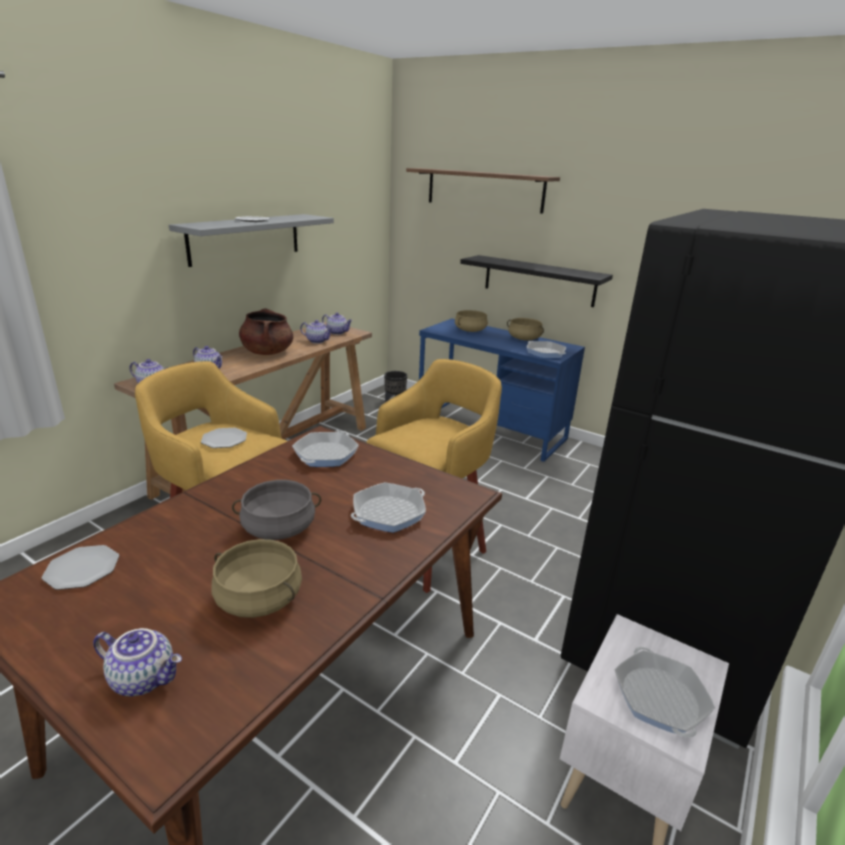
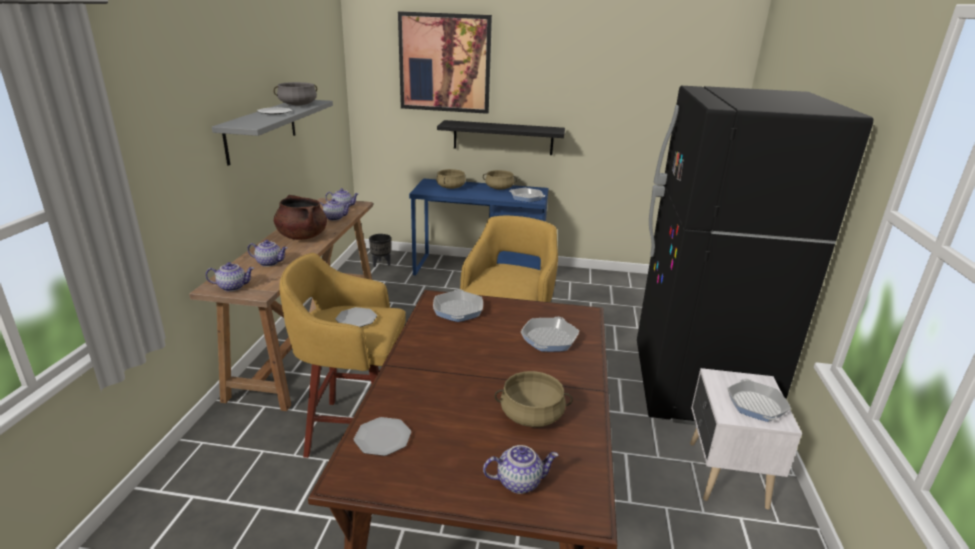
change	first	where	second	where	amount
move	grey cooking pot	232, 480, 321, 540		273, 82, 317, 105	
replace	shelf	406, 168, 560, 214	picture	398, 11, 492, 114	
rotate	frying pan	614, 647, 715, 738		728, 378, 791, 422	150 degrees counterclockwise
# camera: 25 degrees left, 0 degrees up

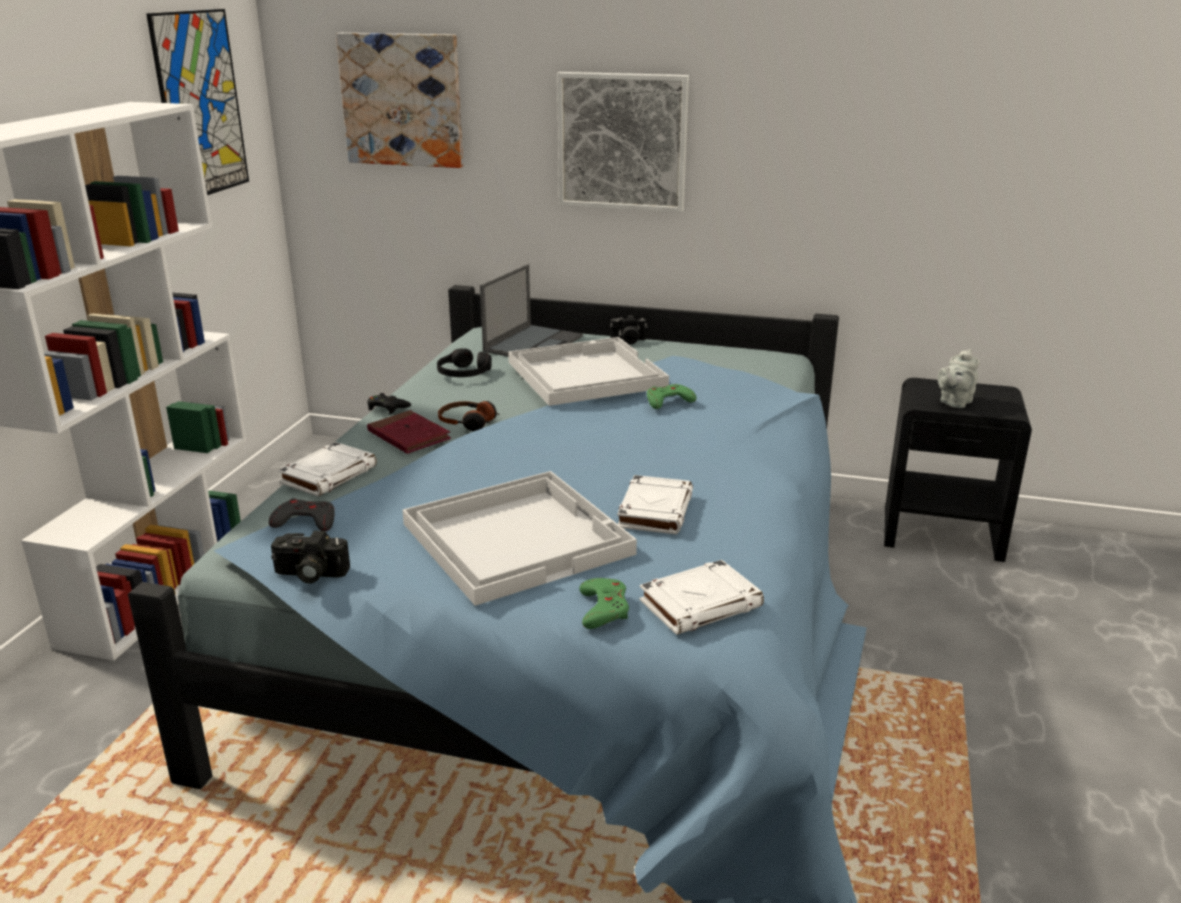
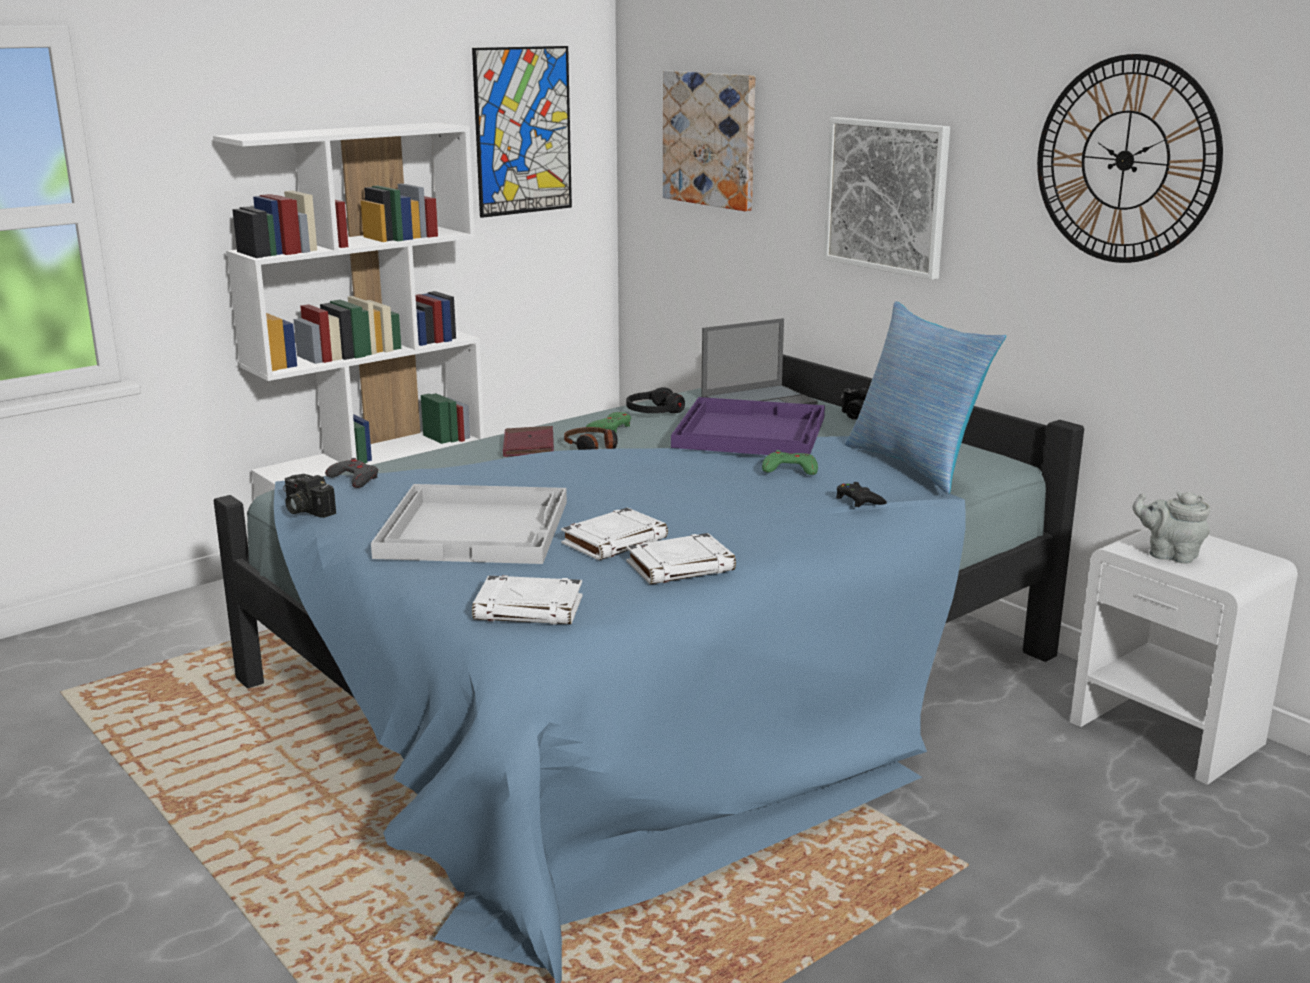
change	first	where	second	where	amount
move	white book	278, 442, 377, 497		626, 533, 736, 584	
move	black game controller	367, 393, 411, 414		836, 482, 887, 507	
recolor	white tray	508, 337, 669, 406	purple tray	671, 397, 825, 455	
move	green game controller	579, 578, 629, 629		586, 412, 631, 433	
recolor	black nightstand	884, 378, 1032, 562	white nightstand	1070, 528, 1298, 785	
rotate	grey teapot	937, 349, 980, 408		1133, 492, 1210, 564	45 degrees clockwise
insert			pillow	845, 301, 1006, 494	
insert			wall clock	1037, 54, 1223, 263	
# camera: 35 degrees right, 5 degrees down

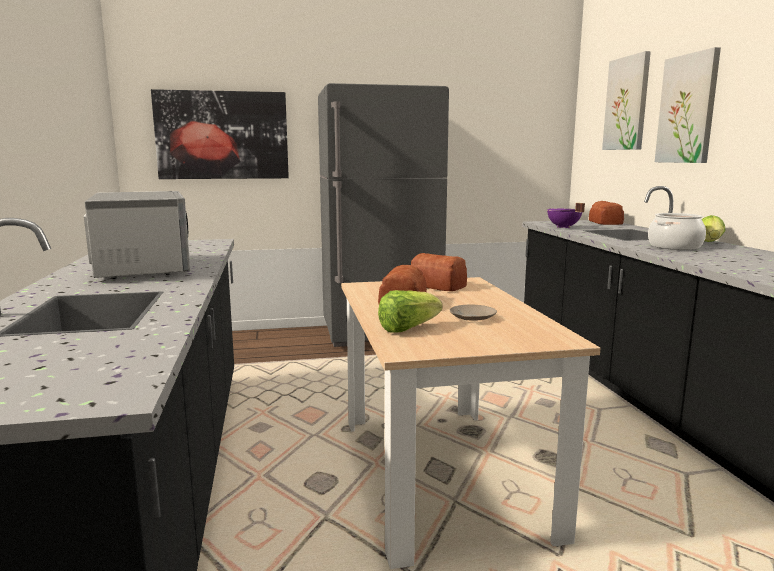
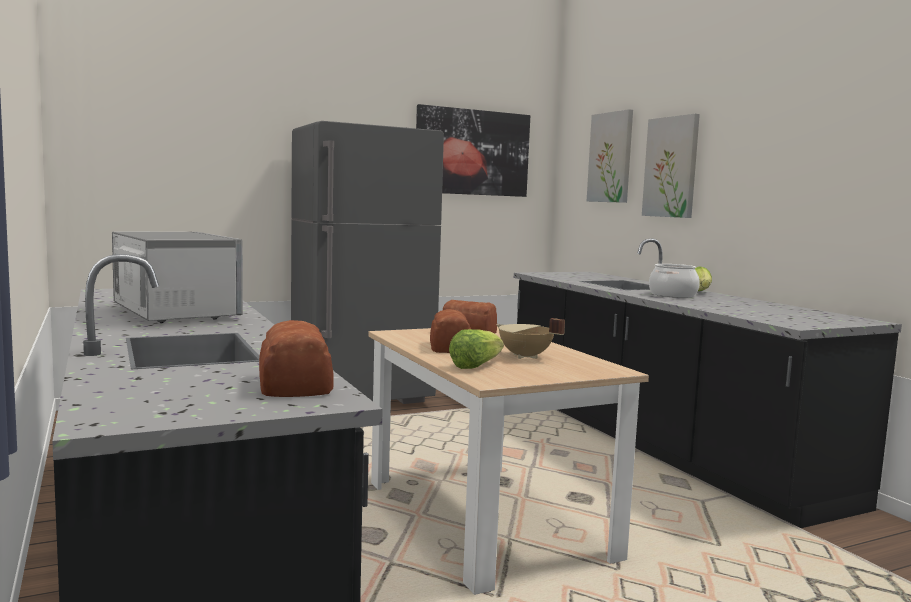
change	first	where	second	where	amount
move	picture	151, 89, 289, 179		416, 104, 530, 197	
replace	beige plate	449, 305, 497, 321	beige cooking pot	496, 318, 565, 359	
delete	purple cooking pot	547, 203, 585, 228			
move	bread	589, 201, 624, 225		259, 320, 333, 397	
# camera: 15 degrees left, 5 degrees down

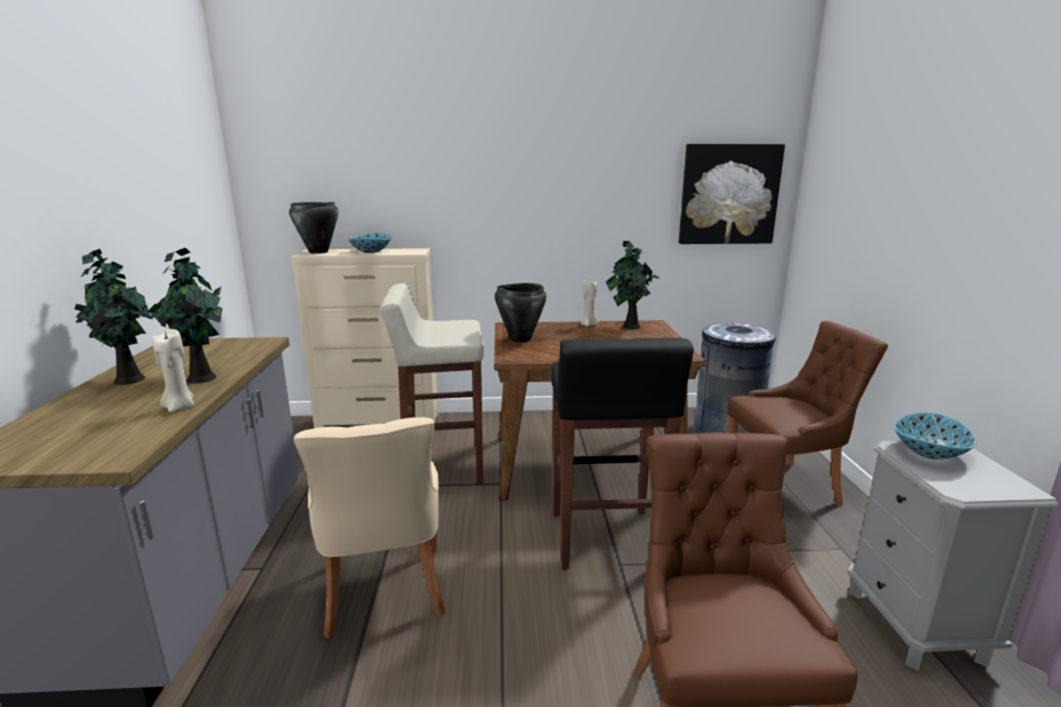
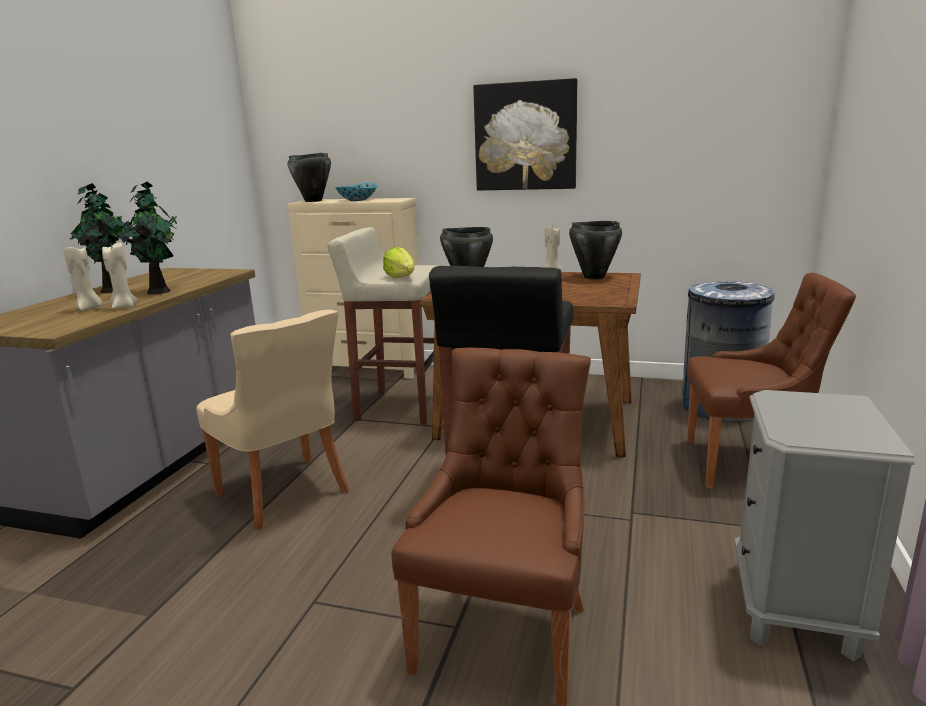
change	first	where	second	where	amount
rotate	beige chair	294, 417, 446, 639		196, 310, 349, 530	45 degrees counterclockwise
replace	potted plant	606, 240, 659, 330	black cooking pot	569, 221, 622, 280	
move	picture	679, 144, 785, 244		473, 78, 578, 191	
delete	bowl	894, 412, 976, 459			
insert			beige candle	63, 244, 103, 311	
insert			lettuce	383, 247, 414, 278	
# camera: 20 degrees right, 0 degrees up

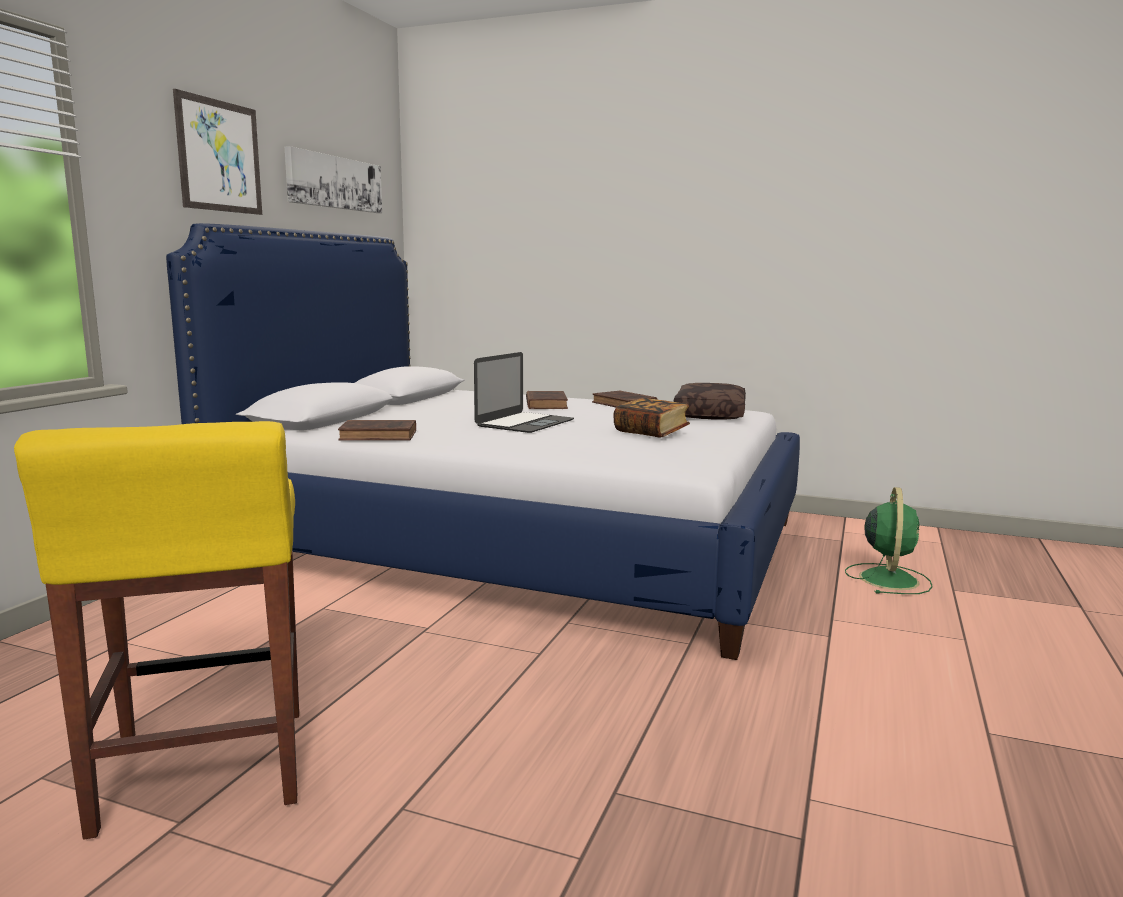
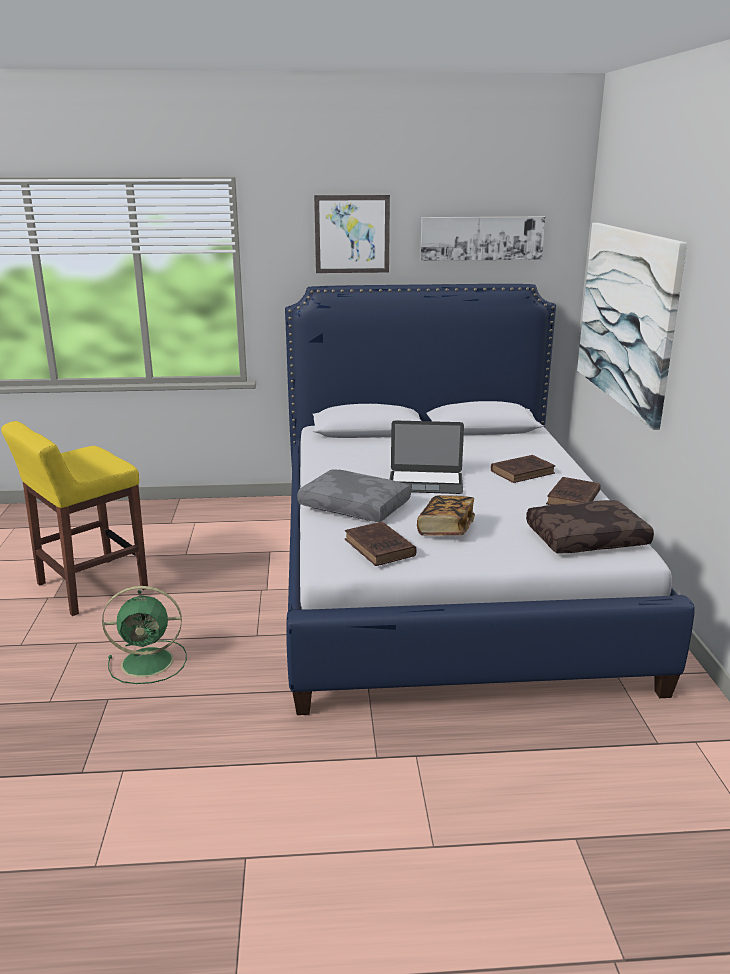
change	first	where	second	where	amount
move	brown book	338, 420, 416, 441		345, 521, 417, 566	
move	green fan	845, 487, 933, 594		102, 586, 187, 684	
insert			grey pillow	297, 469, 411, 522	
insert			picture	577, 223, 687, 430	
# camera: 65 degrees right, 10 degrees up

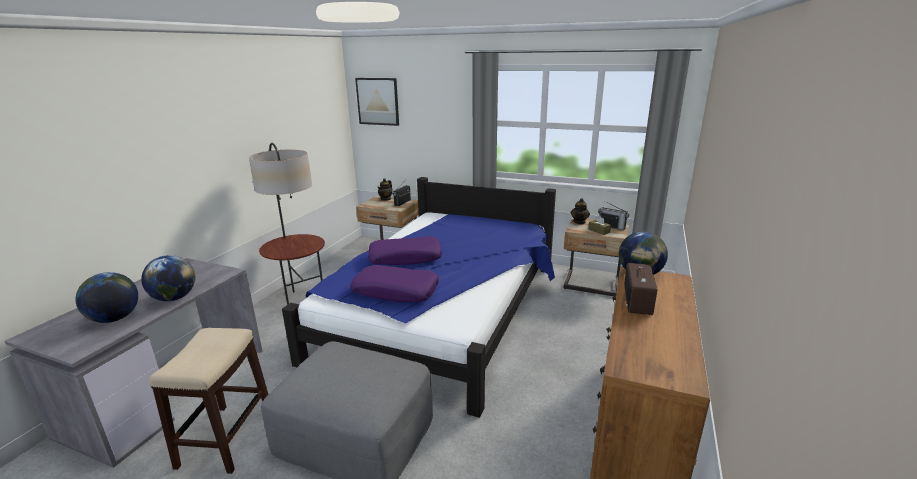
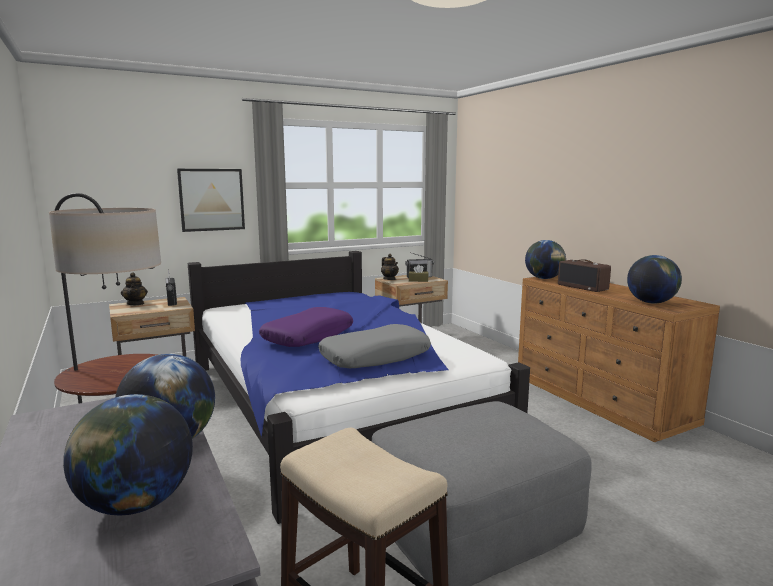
change	first	where	second	where	amount
recolor	purple pillow	351, 265, 439, 302	grey pillow	318, 324, 431, 368	
move	picture	355, 78, 399, 126		177, 169, 245, 232	
insert			globe	627, 255, 682, 304	
# camera: 50 degrees left, 10 degrees down

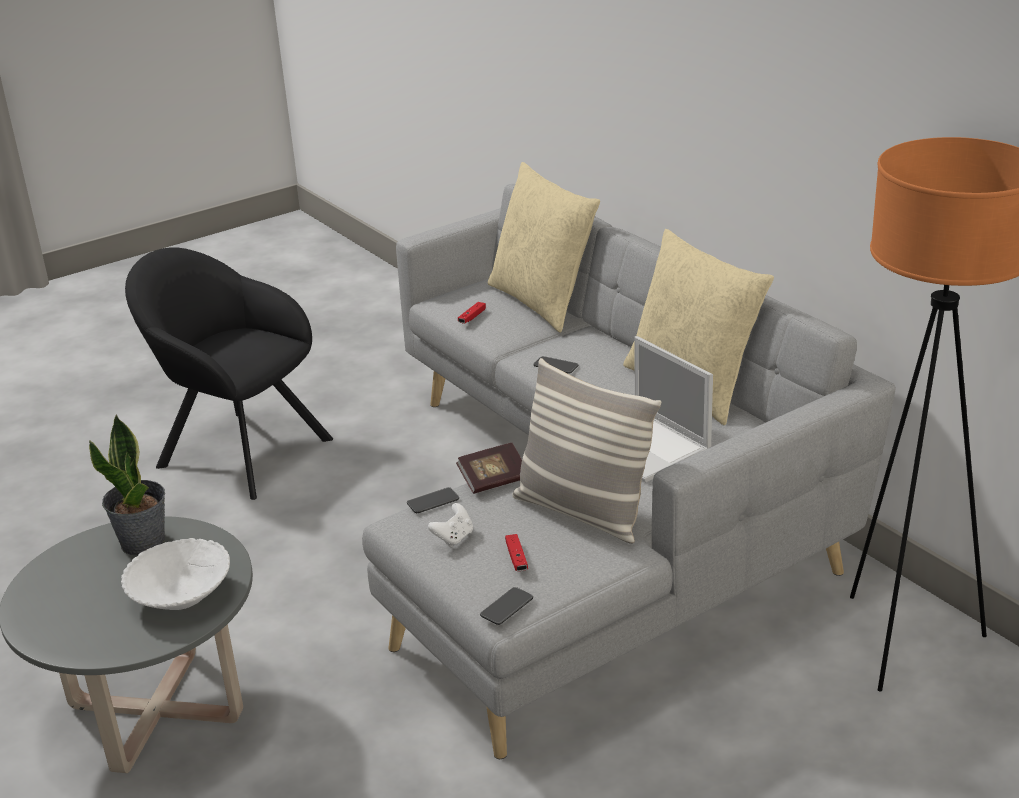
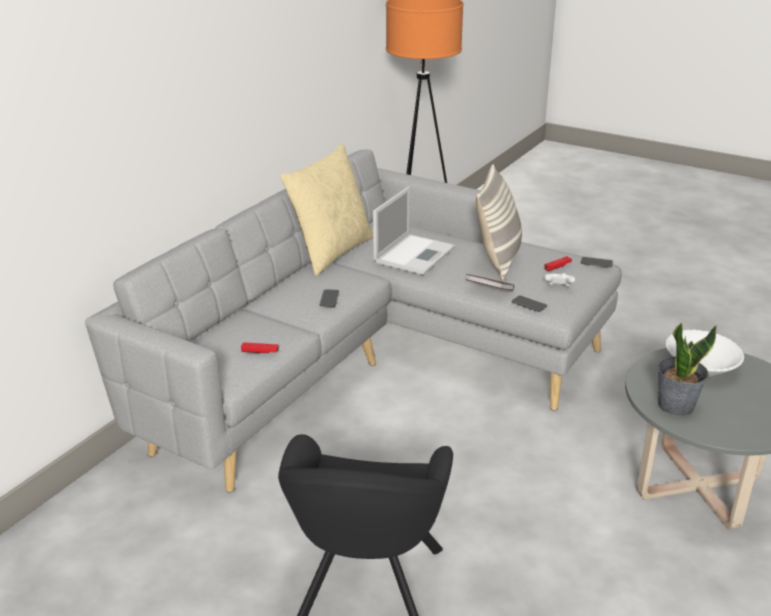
change	first	where	second	where	amount
delete	beige pillow	488, 162, 600, 332			
# camera: 115 degrees left, 0 degrees up

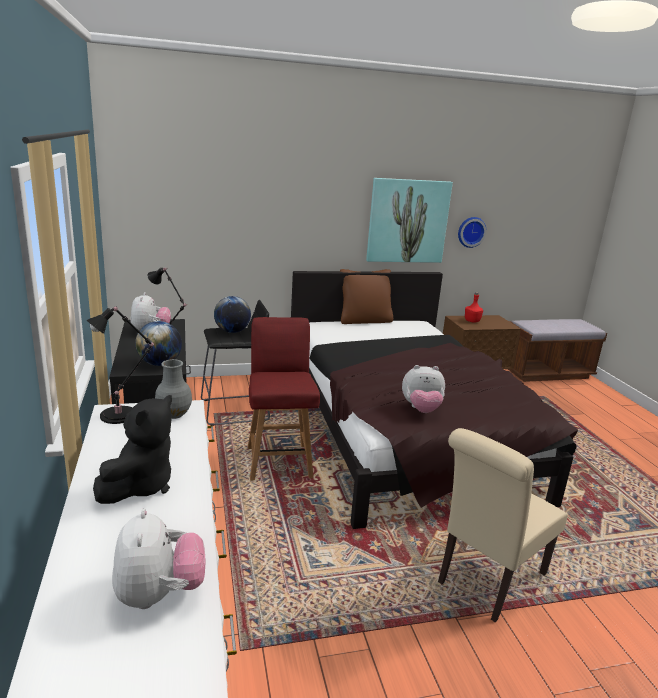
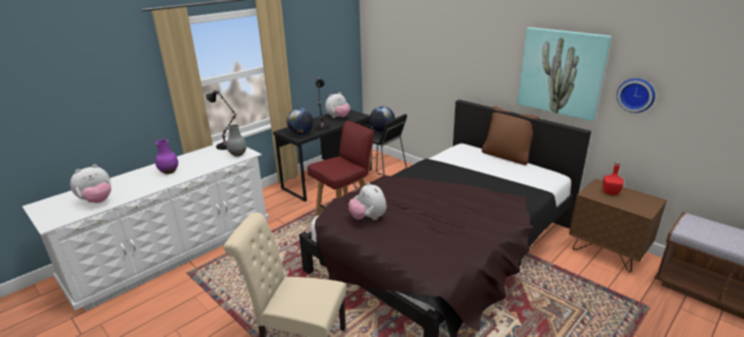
change	first	where	second	where	amount
replace	black plush toy	93, 395, 172, 504	purple vase	155, 140, 178, 174	
# camera: 60 degrees right, 5 degrees up

